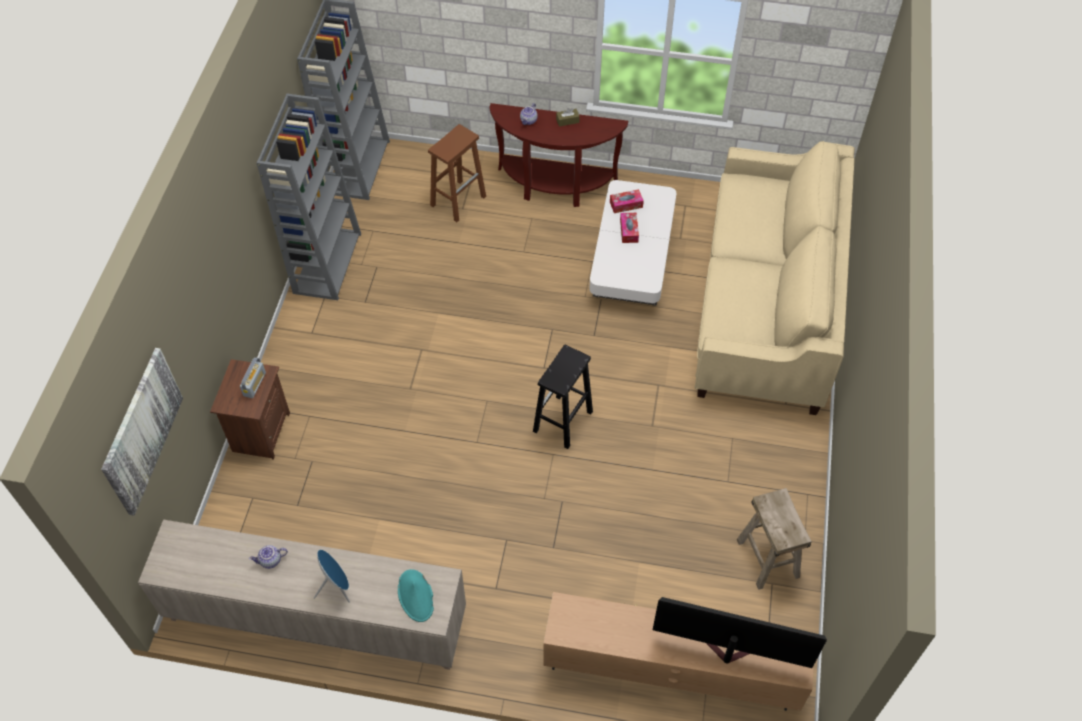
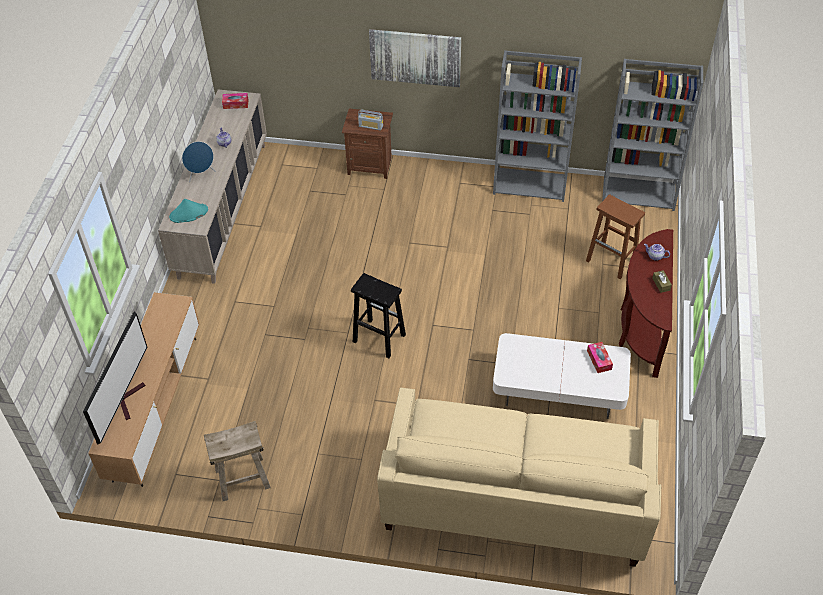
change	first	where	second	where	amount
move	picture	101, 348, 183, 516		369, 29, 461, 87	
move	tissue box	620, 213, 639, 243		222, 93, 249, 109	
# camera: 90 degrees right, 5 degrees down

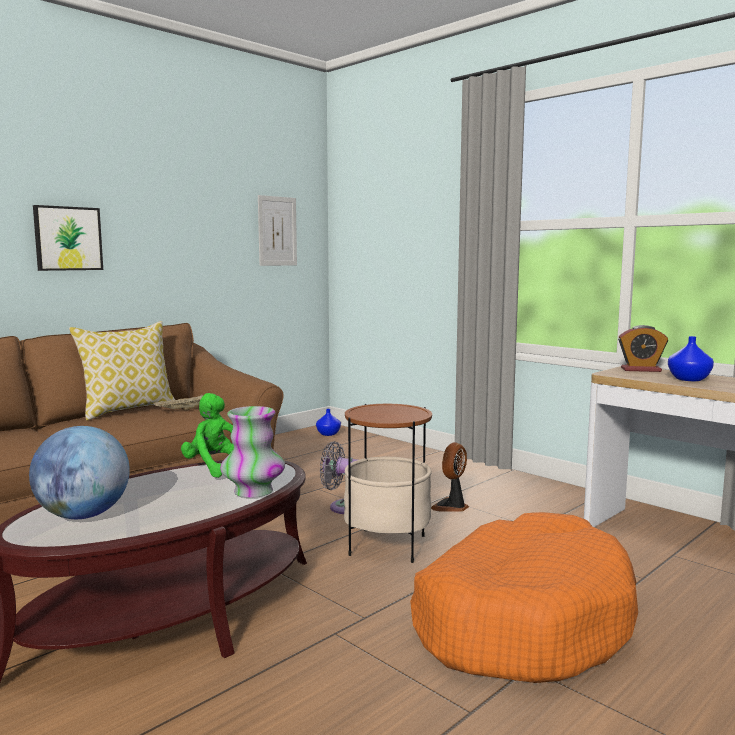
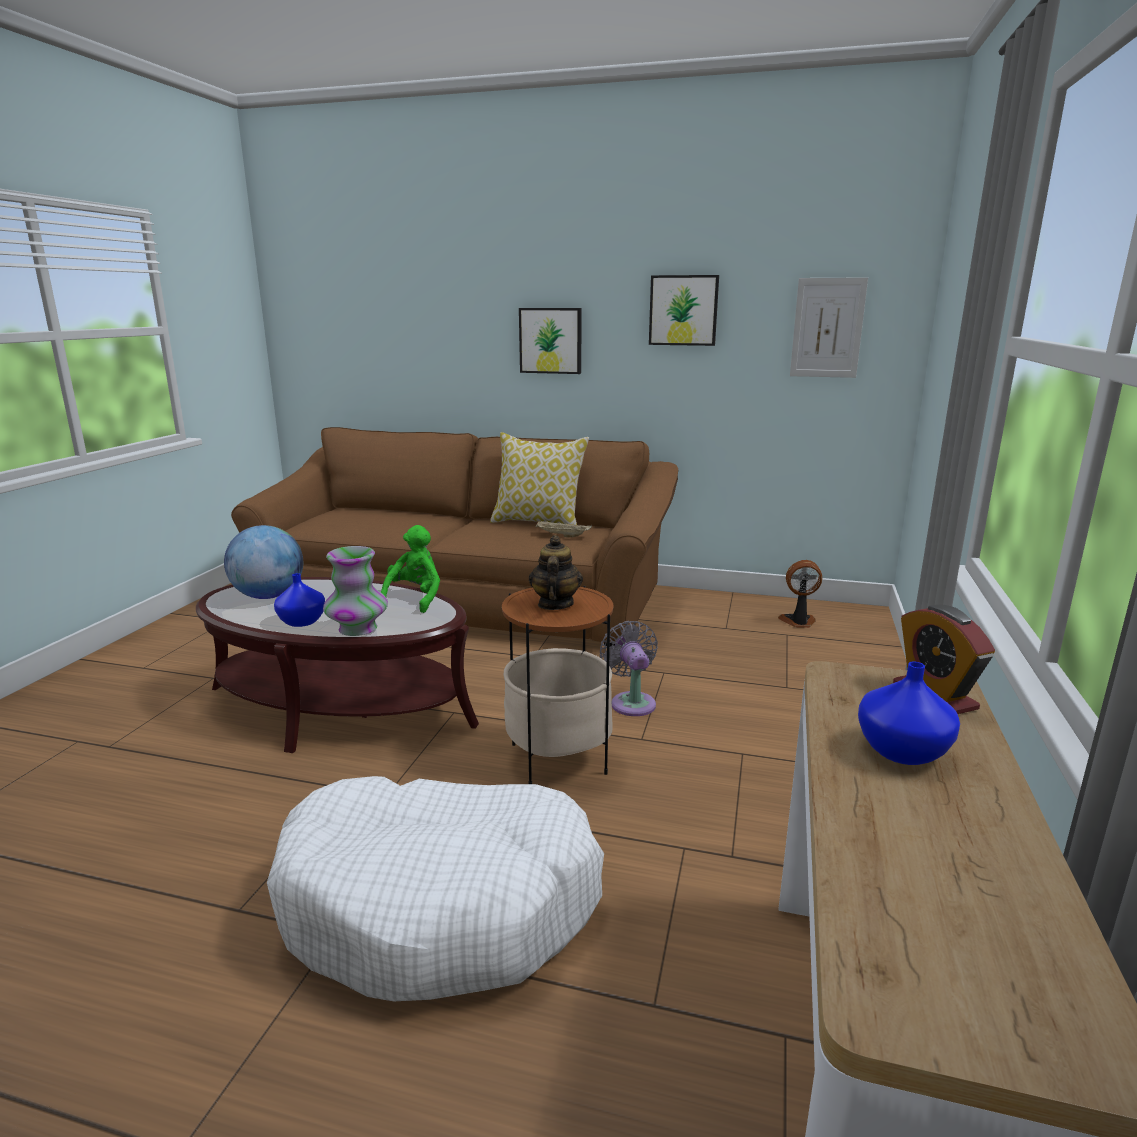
change	first	where	second	where	amount
move	blue vase	316, 409, 341, 436		274, 573, 325, 627	
recolor	orange dog bed	410, 512, 638, 683	white dog bed	267, 776, 604, 1001	
move	fan	431, 442, 469, 511		778, 560, 822, 628	
insert			teapot	529, 535, 583, 610	
insert			picture	649, 275, 719, 346	
# camera: 60 degrees right, 10 degrees up

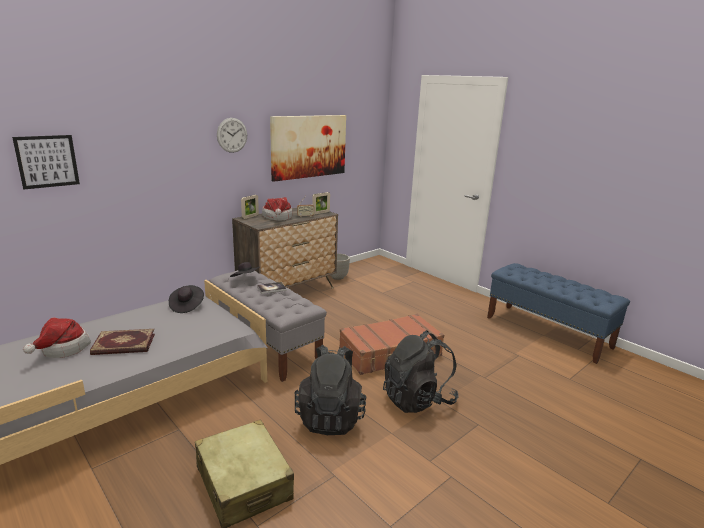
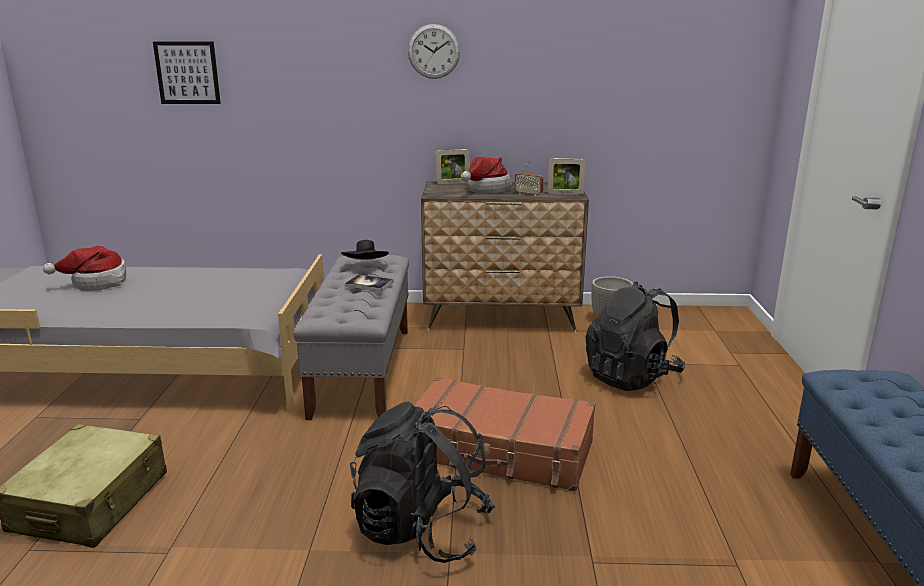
change	first	where	second	where	amount
delete	book	90, 329, 155, 355			
delete	black hat	169, 285, 204, 313			
delete	picture	270, 115, 346, 182			
move	black backpack	295, 345, 366, 435		586, 281, 685, 391	
# camera: 45 degrees right, 0 degrees up

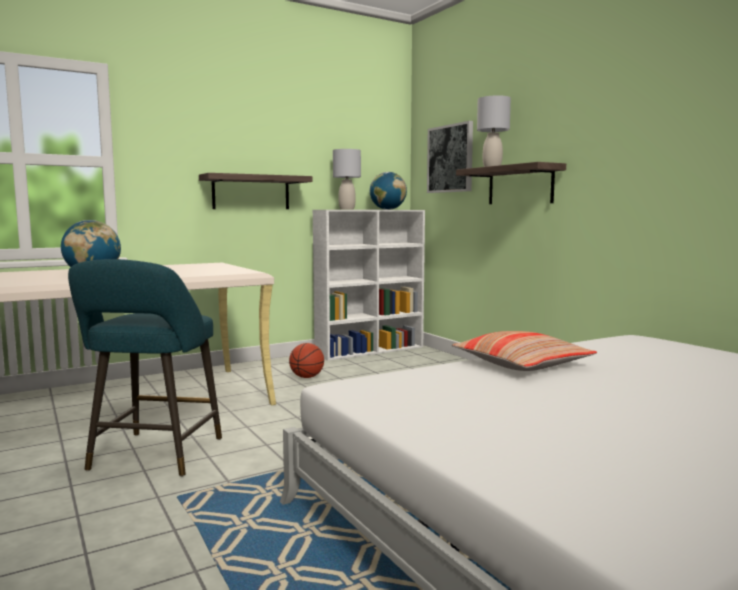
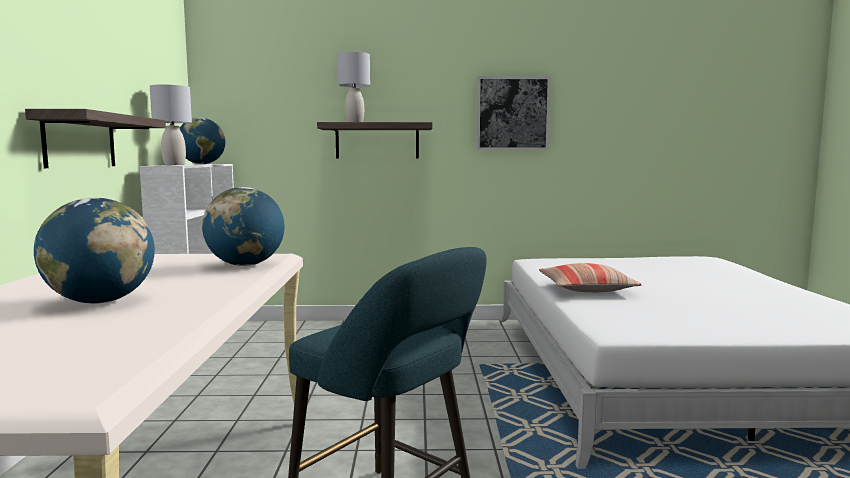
change	first	where	second	where	amount
delete	basketball	289, 343, 324, 378			
move	picture	427, 121, 473, 193		476, 76, 551, 150	
insert			globe	202, 187, 284, 266	
# camera: 60 degrees left, 0 degrees up

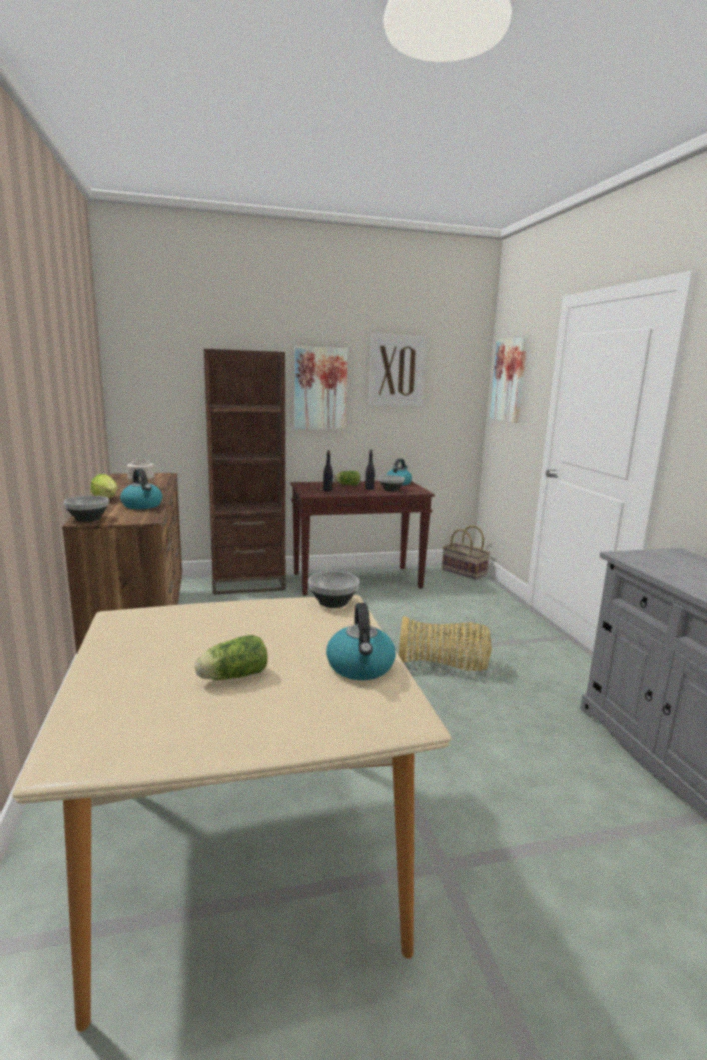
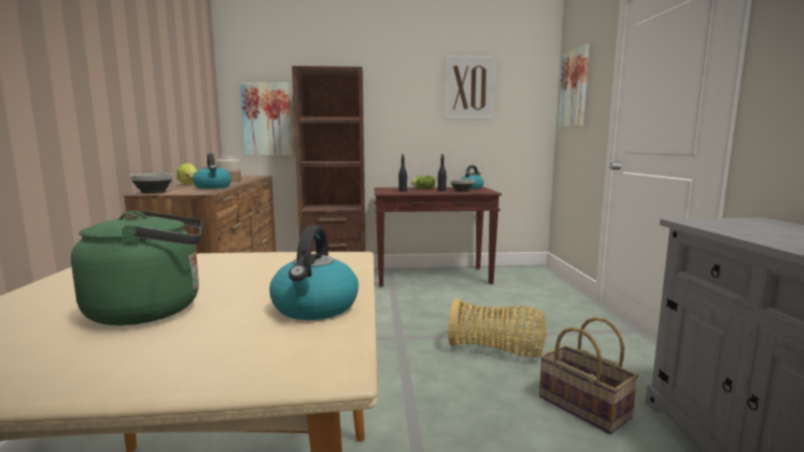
change	first	where	second	where	amount
replace	lettuce	195, 635, 267, 680	green kettle	71, 211, 202, 326	
move	picture	294, 346, 348, 429		240, 82, 292, 155	
delete	bowl	308, 571, 359, 608			
move	basket	442, 525, 490, 580		539, 317, 639, 435	
# camera: 10 degrees right, 5 degrees down

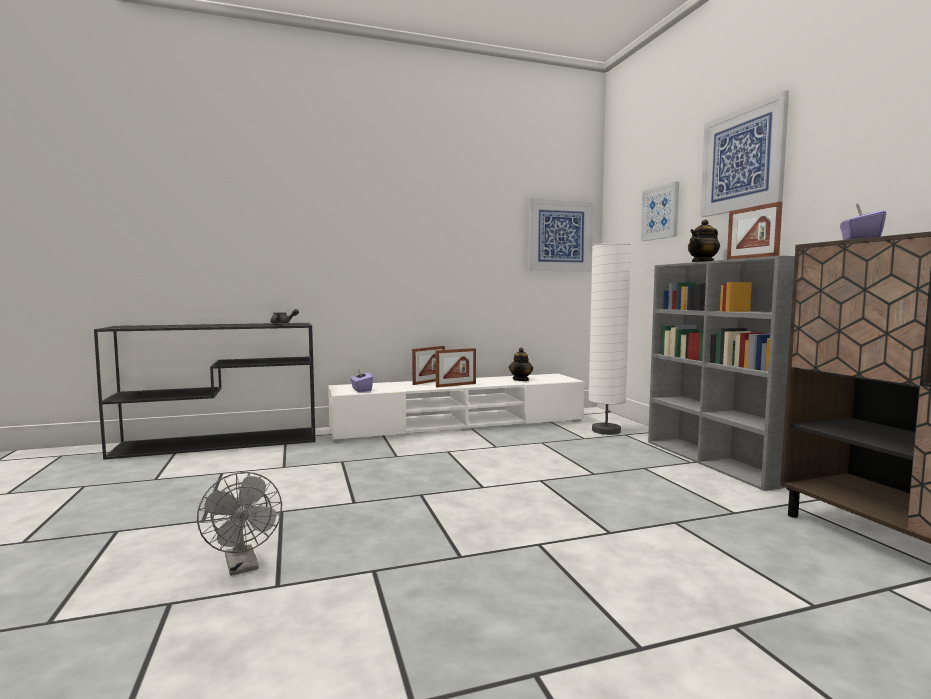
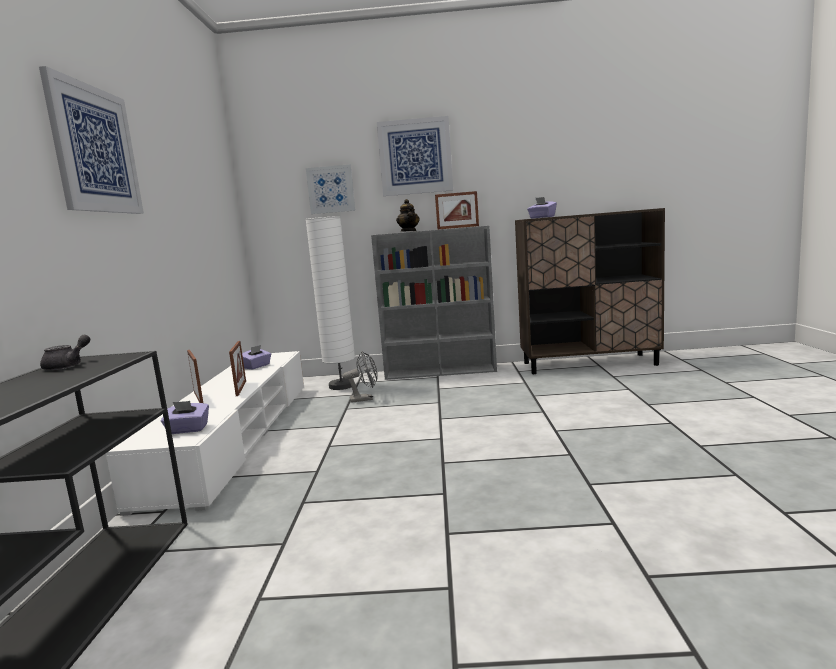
change	first	where	second	where	amount
move	grey fan	197, 472, 282, 576		342, 352, 378, 403	
replace	teapot	509, 348, 533, 381	purple tissue box	242, 345, 271, 369	
move	picture	528, 199, 593, 272		39, 66, 144, 214	
# camera: 70 degrees left, 5 degrees up

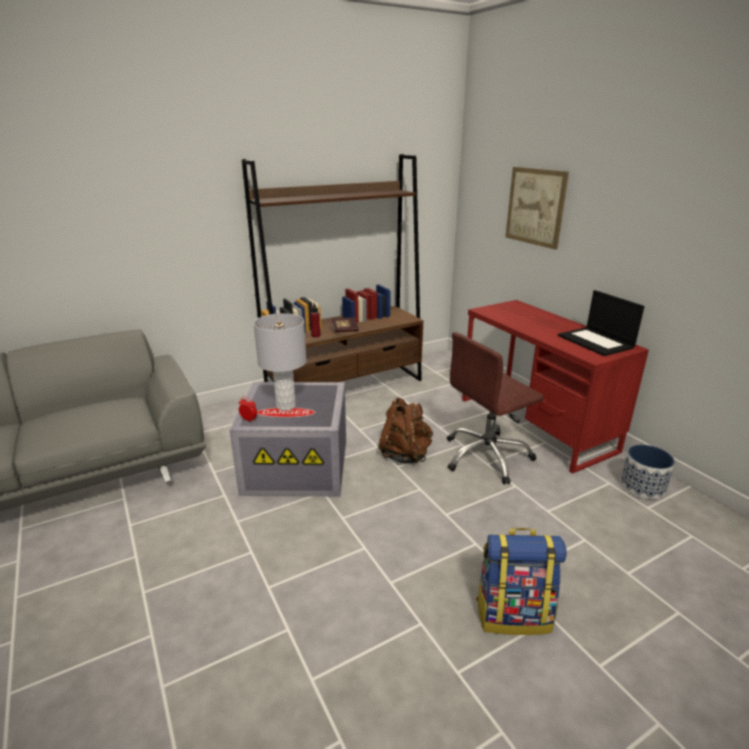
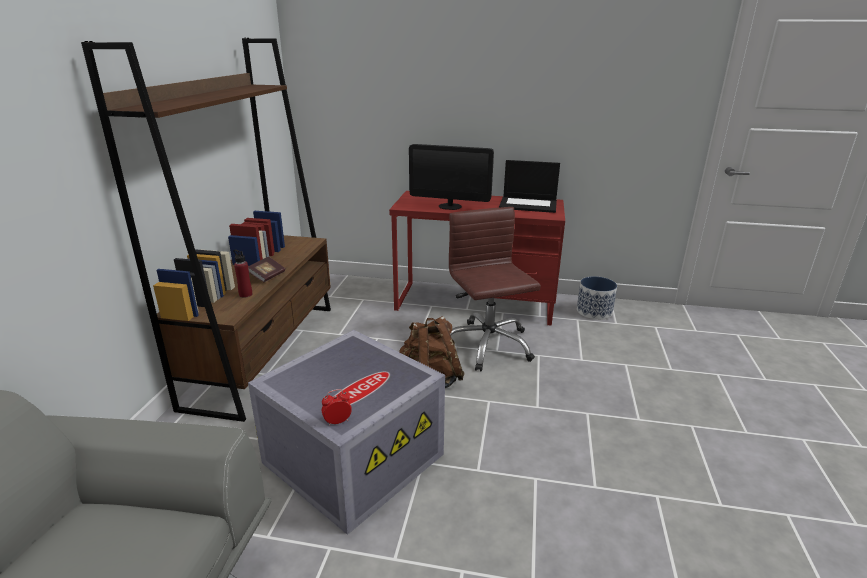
change	first	where	second	where	amount
delete	grey table lamp	254, 313, 307, 411			
rotate	brown office chair	447, 332, 544, 484		449, 207, 541, 372	150 degrees clockwise
delete	backpack	476, 528, 567, 635			
delete	picture	505, 167, 569, 250			
insert			monitor	409, 144, 494, 210	
# camera: 50 degrees left, 0 degrees up

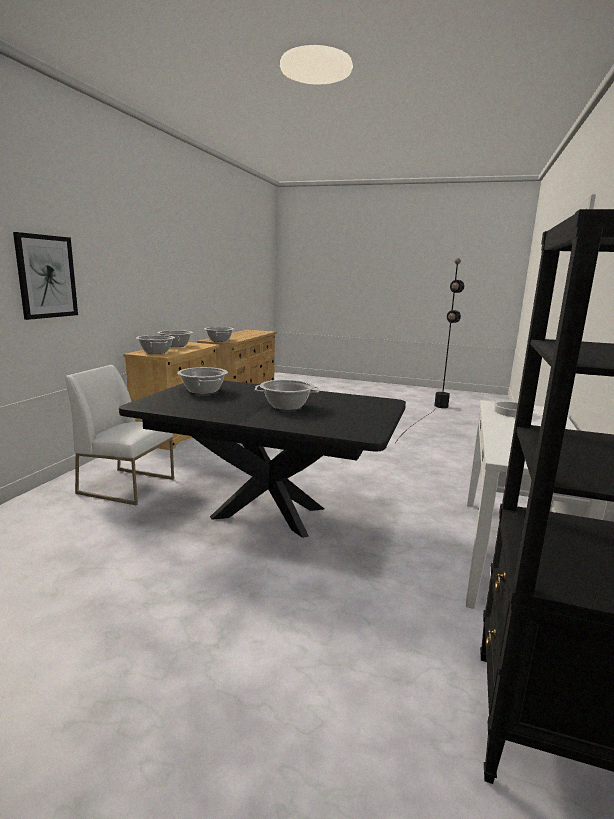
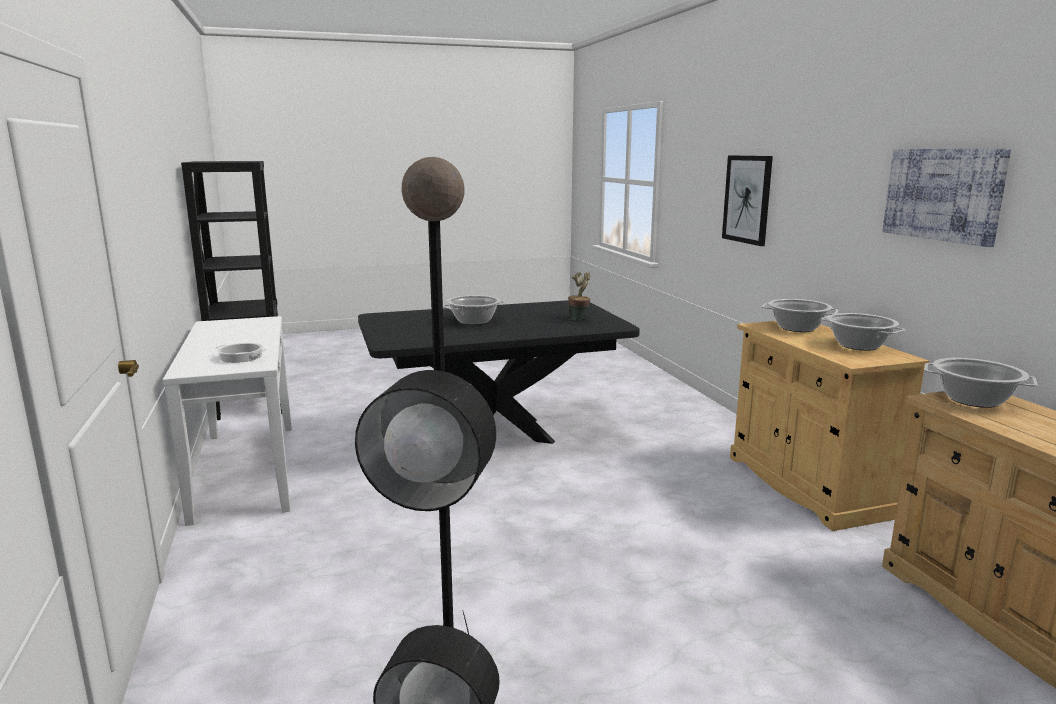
change	first	where	second	where	amount
delete	white chair	65, 365, 174, 505			
replace	cooking pot	177, 367, 228, 394	potted plant	568, 272, 590, 320	
insert			picture	882, 149, 1011, 247	
# camera: 145 degrees right, 0 degrees up

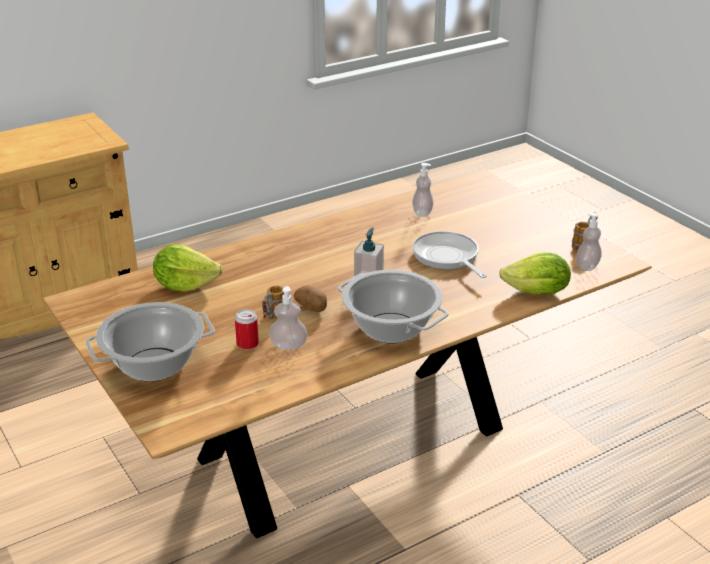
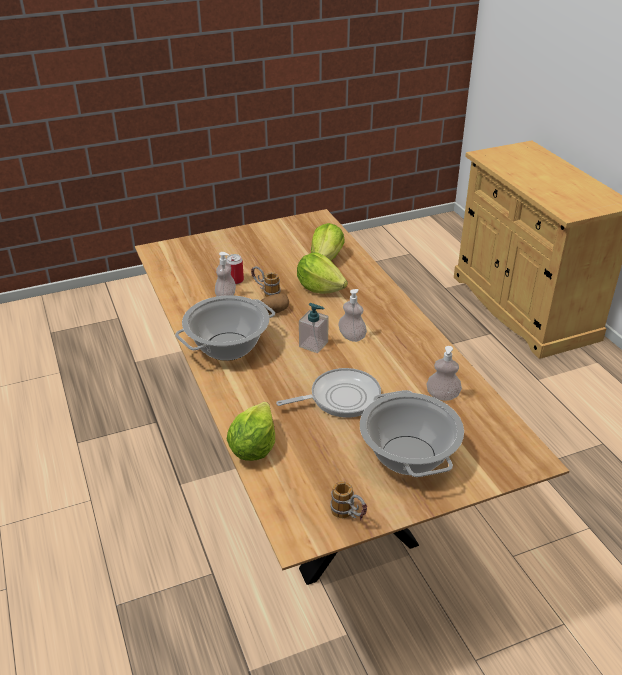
change	first	where	second	where	amount
move	cooking pot	86, 302, 215, 382		360, 390, 464, 477	
move	soap dispenser	576, 213, 602, 271		338, 289, 367, 342	
insert			lettuce	297, 252, 348, 294	
# camera: 100 degrees right, 5 degrees up

